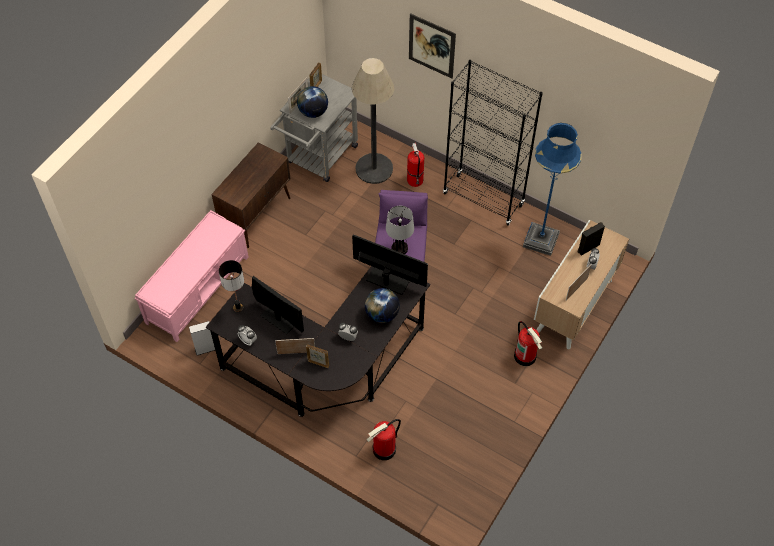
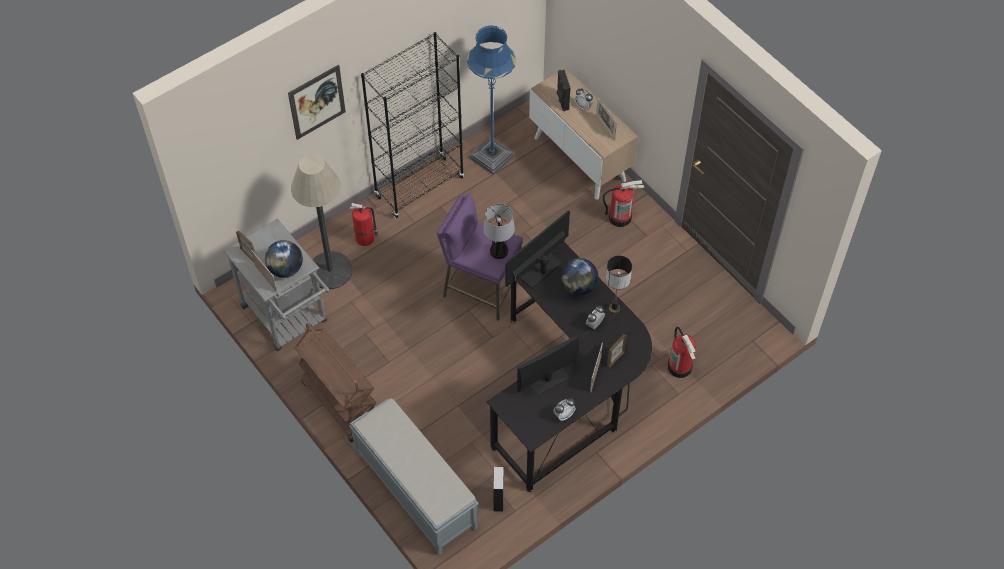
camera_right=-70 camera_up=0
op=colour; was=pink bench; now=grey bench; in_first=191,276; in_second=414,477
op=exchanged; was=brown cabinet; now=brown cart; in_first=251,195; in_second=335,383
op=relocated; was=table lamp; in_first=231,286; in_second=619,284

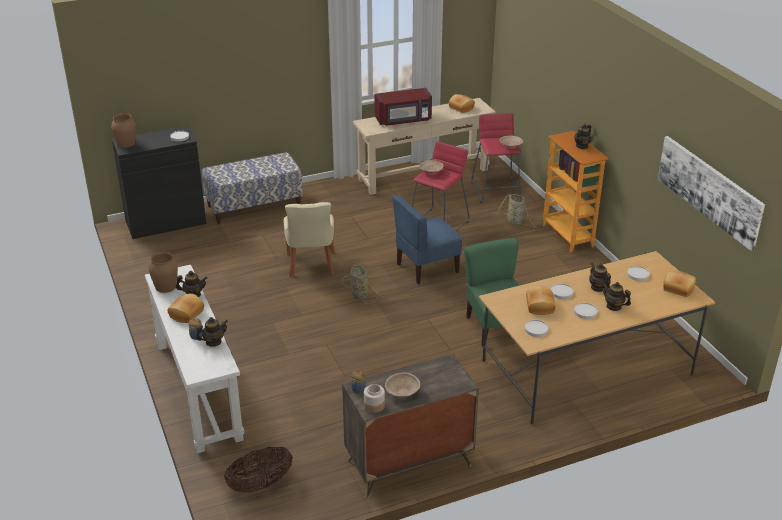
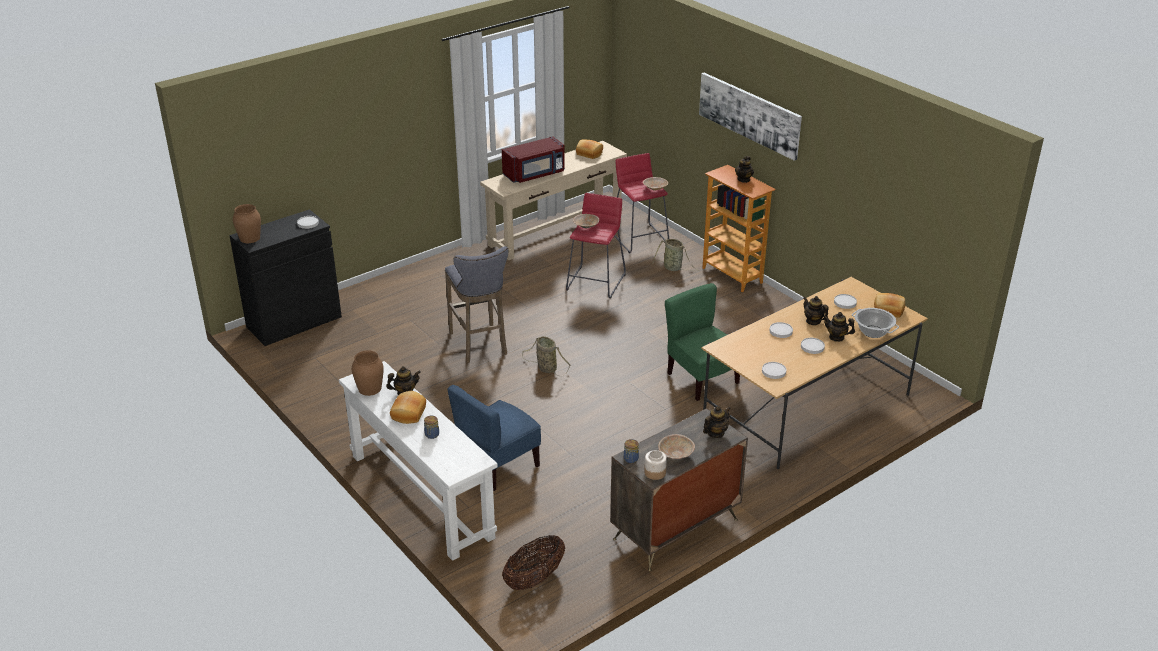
camera_right=-15 camera_up=0
op=relocated; was=teapot; in_first=212,332; in_second=716,422
op=missing; was=bench; in_first=252,188
op=exchanged; was=beige chair; now=grey stool; in_first=309,239; in_second=476,304
op=relocated; was=blue chair; in_first=427,239; in_second=494,438
op=missing; was=bread; in_first=541,300
op=relocated; was=picture; in_first=711,193; in_second=750,117
op=appeared; now=cooking pot; in_second=875,323

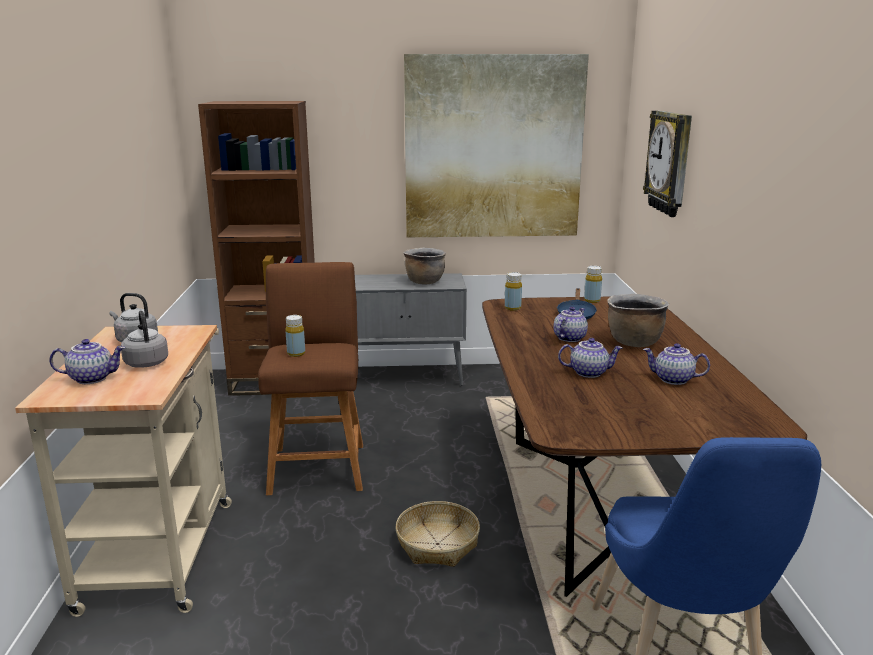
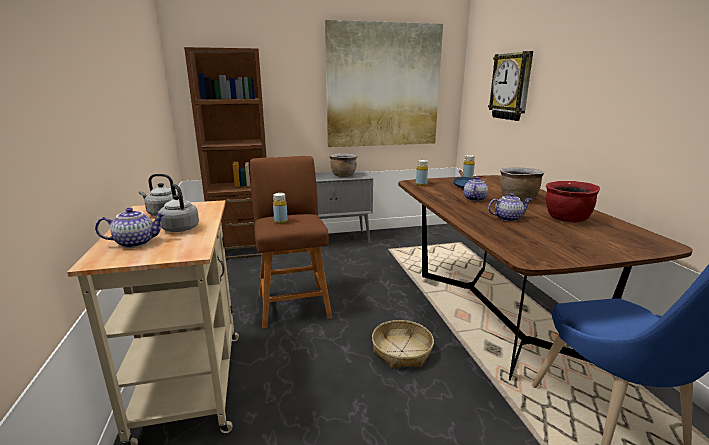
camera_right=-10 camera_up=0
op=exchanged; was=teapot; now=red cooking pot; in_first=676,364; in_second=573,201

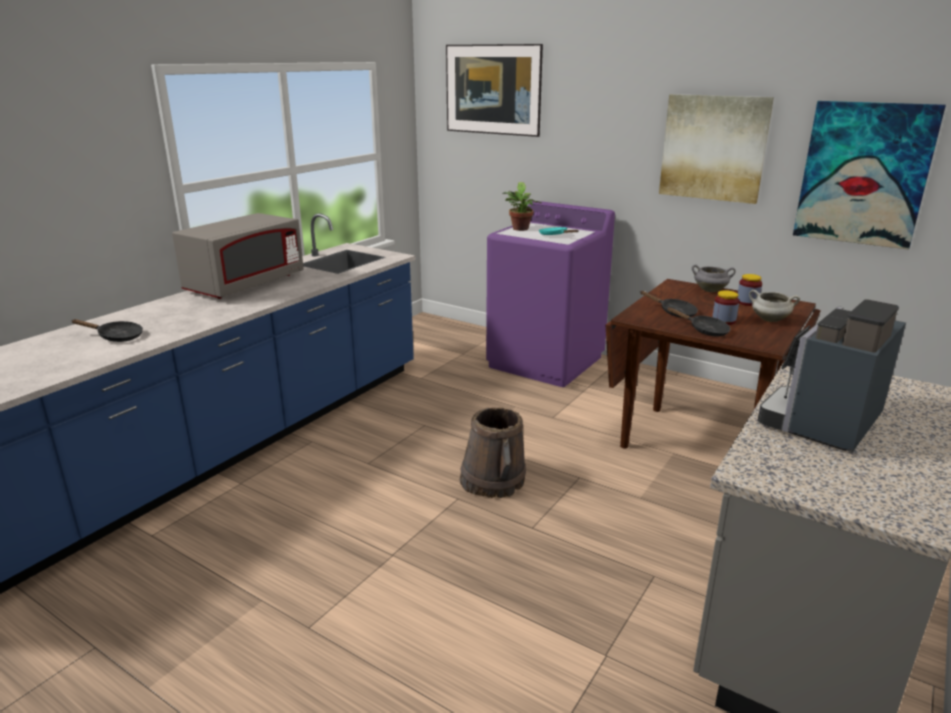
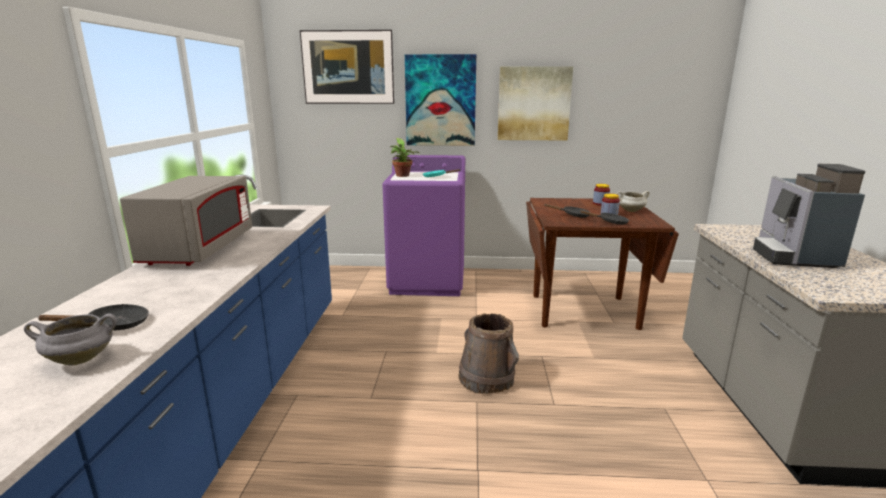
camera_right=-30 camera_up=-5
op=relocated; was=grey cooking pot; in_first=714,278; in_second=70,340
op=relocated; was=picture; in_first=869,175; in_second=440,100

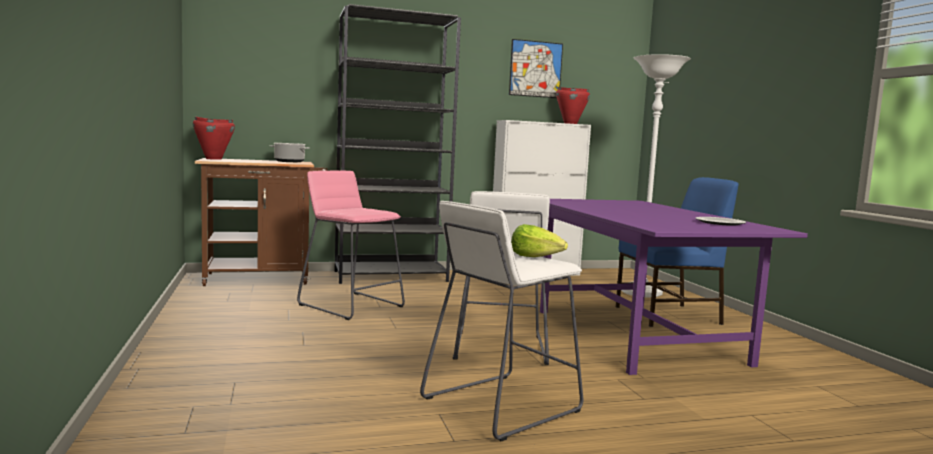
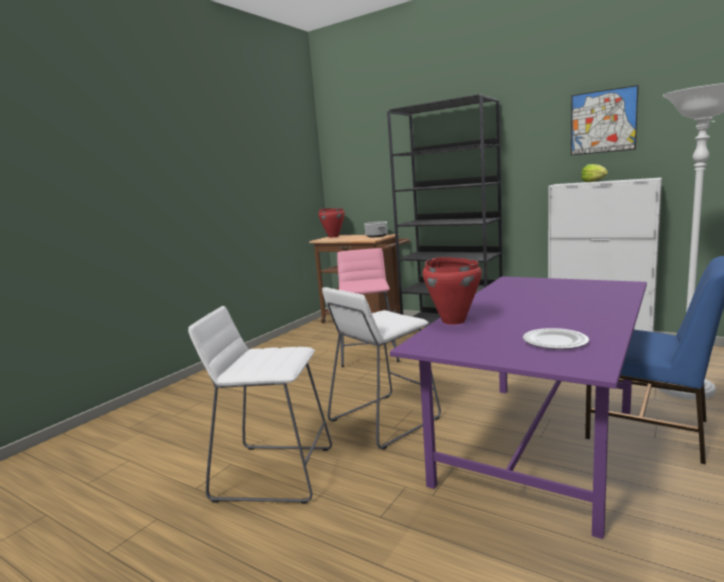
camera_right=50 camera_up=5
op=relocated; was=lettuce; in_first=539,240; in_second=594,173
op=relocated; was=red cooking pot; in_first=573,105; in_second=452,291

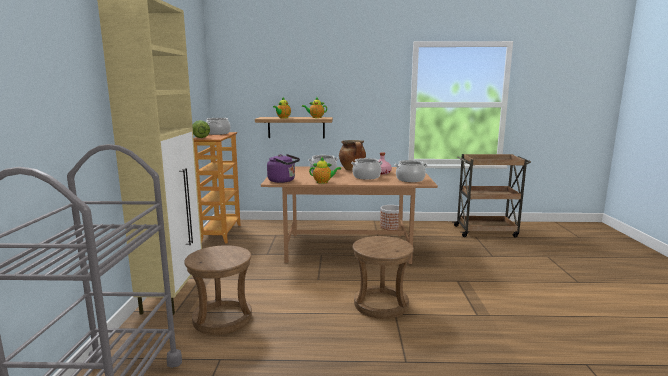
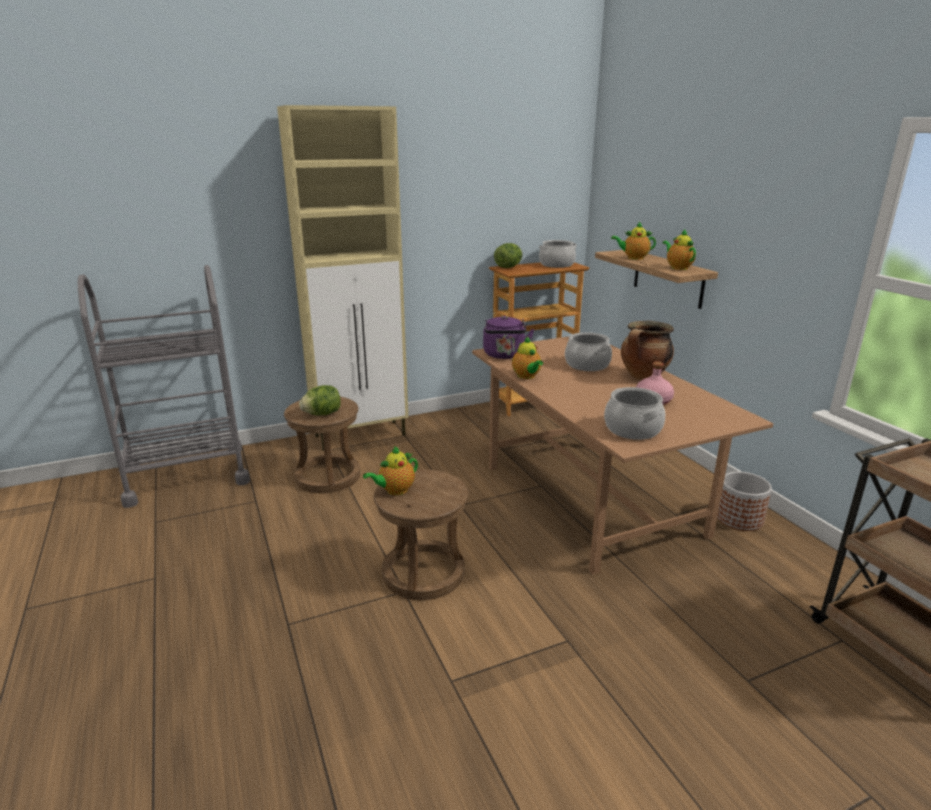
camera_right=65 camera_up=10
op=missing; was=cooking pot; in_first=367,169
op=appeared; now=lettuce; in_second=320,400
op=appeared; now=teapot; in_second=390,470

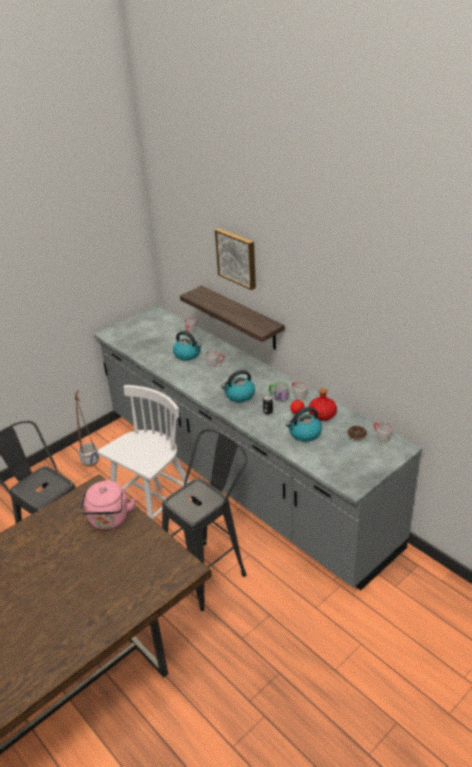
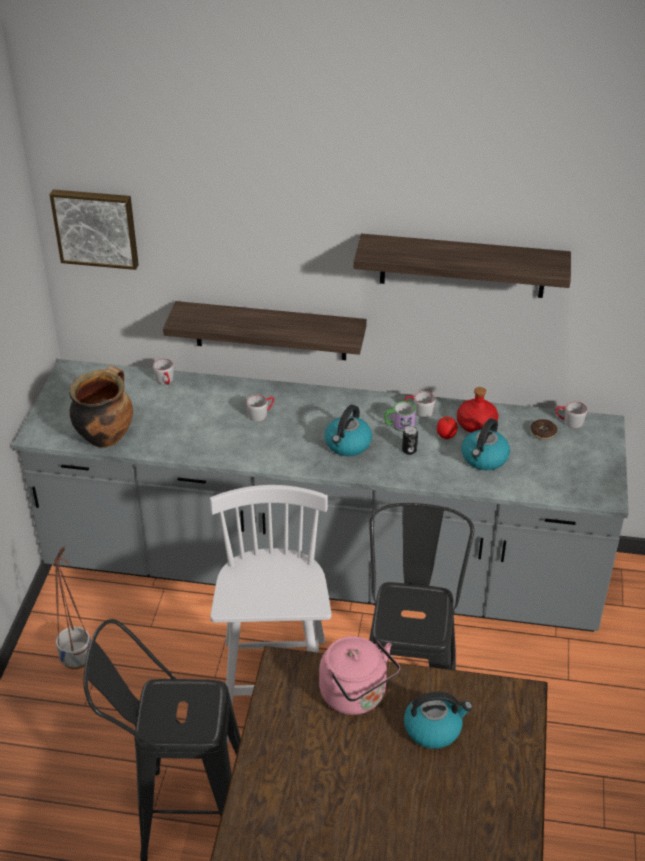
camera_right=-40 camera_up=5
op=relocated; was=kettle; in_first=187,346; in_second=438,720
op=relocated; was=picture; in_first=235,259; in_second=94,230
op=appeared; now=cooking pot; in_second=101,407
op=appeared; now=shelf; in_second=462,266

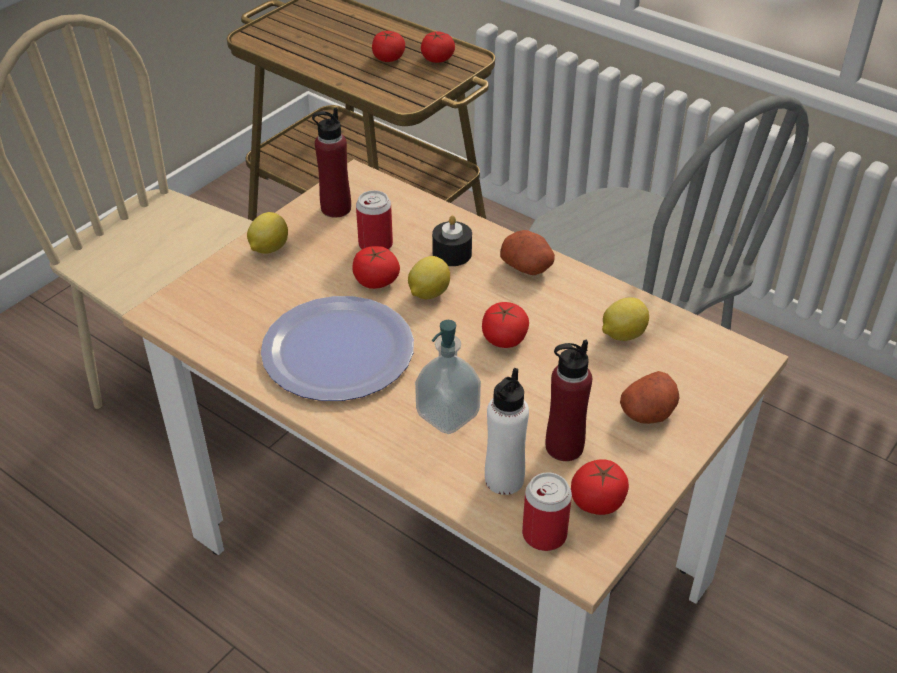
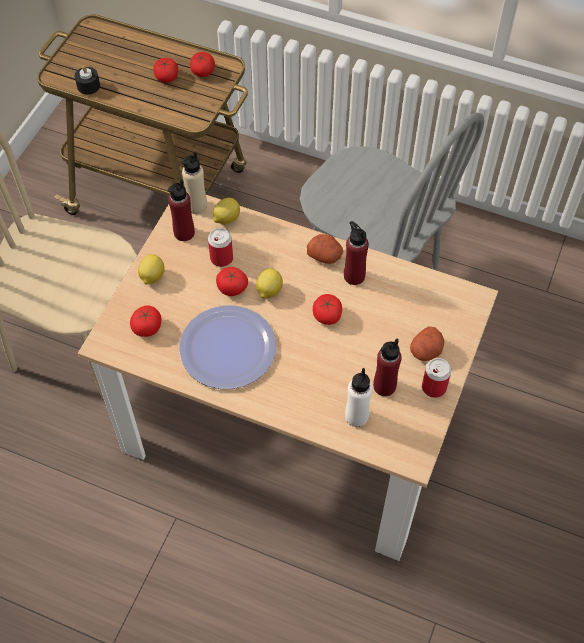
camera_right=-15 camera_up=15
op=missing; was=soap dispenser; in_first=448,377
op=relocated; was=black candle; in_first=452,240; in_second=87,80
op=relocated; was=can; in_first=547,511; in_second=436,378
op=relocated; was=tomato; in_first=600,487; in_second=145,321
op=relocated; was=lemon; in_first=625,319; in_second=226,211
op=appeared; now=beige bottle; in_second=194,183
op=appeared; now=red bottle; in_second=356,253

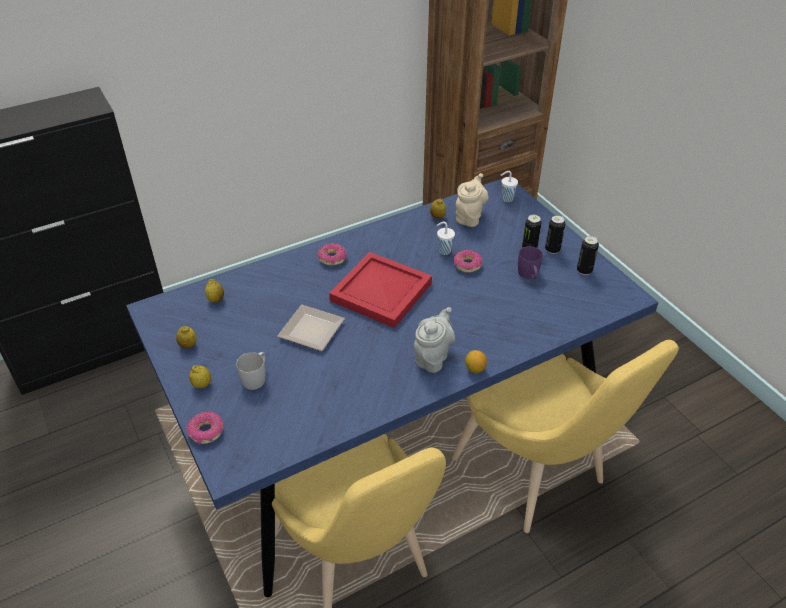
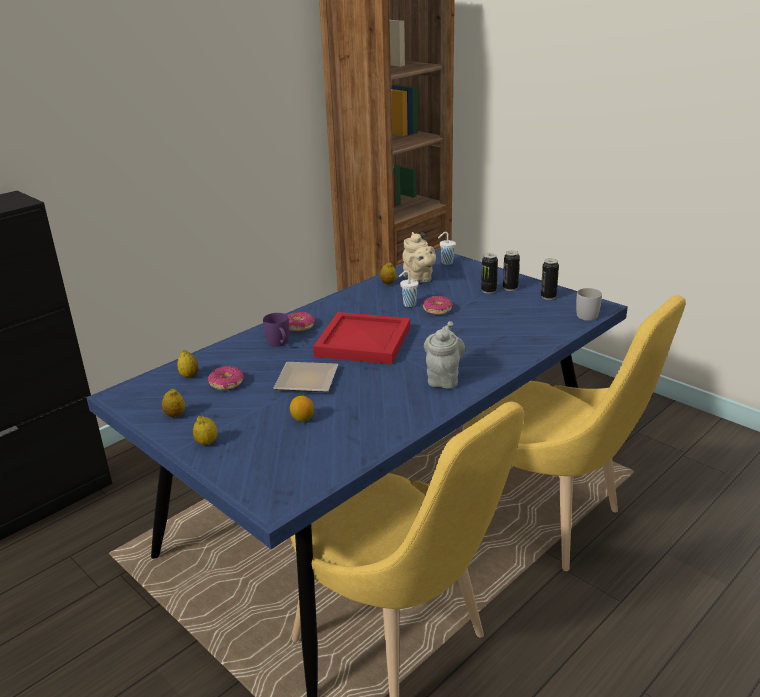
camera_right=-15 camera_up=-15
op=relocated; was=donut; in_first=204,428; in_second=226,378
op=relocated; was=white mug; in_first=250,371; in_second=589,304
op=spun; was=beige teapot; in_first=472,200; in_second=419,257; clockwise=150
op=relocated; was=lemon; in_first=476,361; in_second=302,409
op=relocated; was=purple mug; in_first=530,262; in_second=276,330

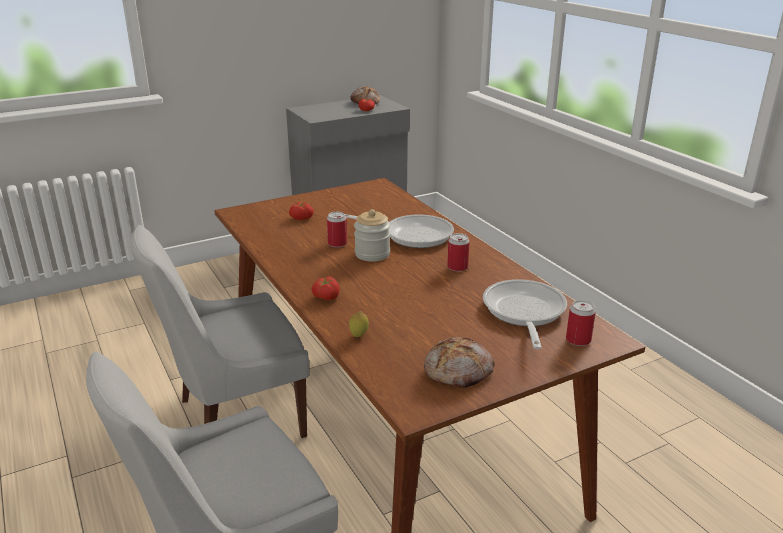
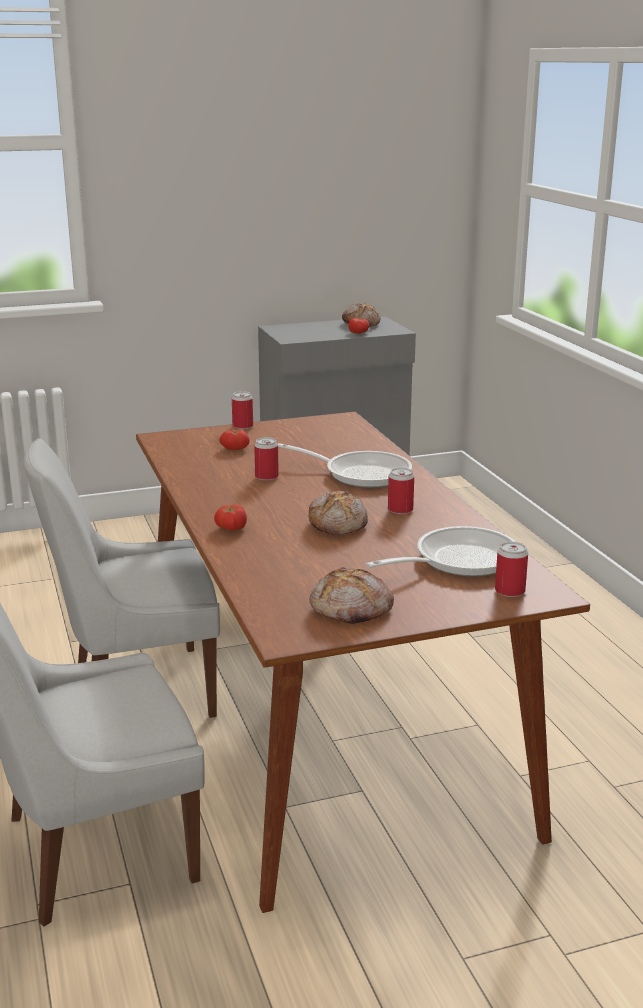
camera_right=10 camera_up=-5
op=missing; was=lemon; in_first=359,324
op=missing; was=jar; in_first=372,235
op=spun; was=frying pan; in_first=525,314; in_second=440,551; clockwise=45
op=appeared; now=can; in_second=242,410
op=appeared; now=bread; in_second=338,512

